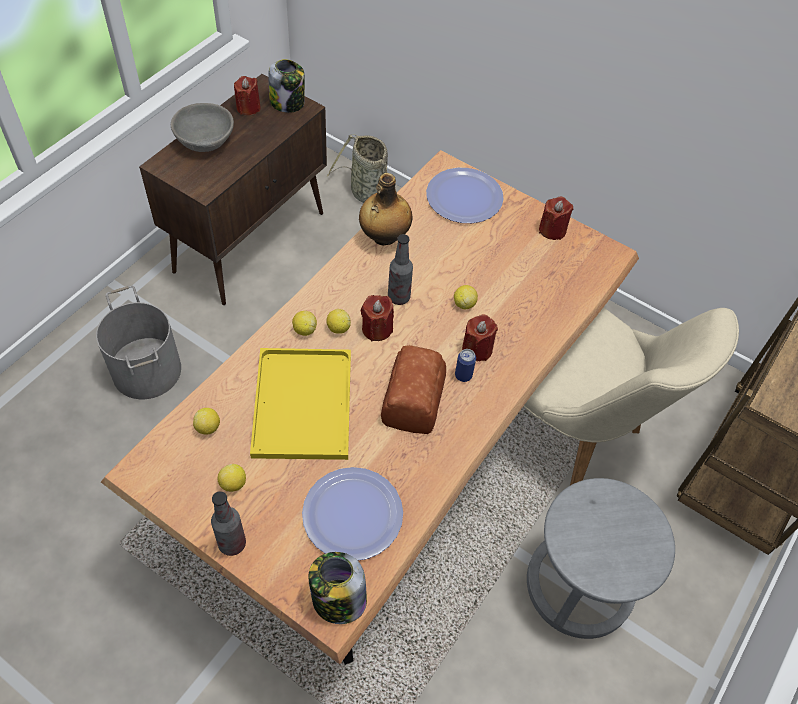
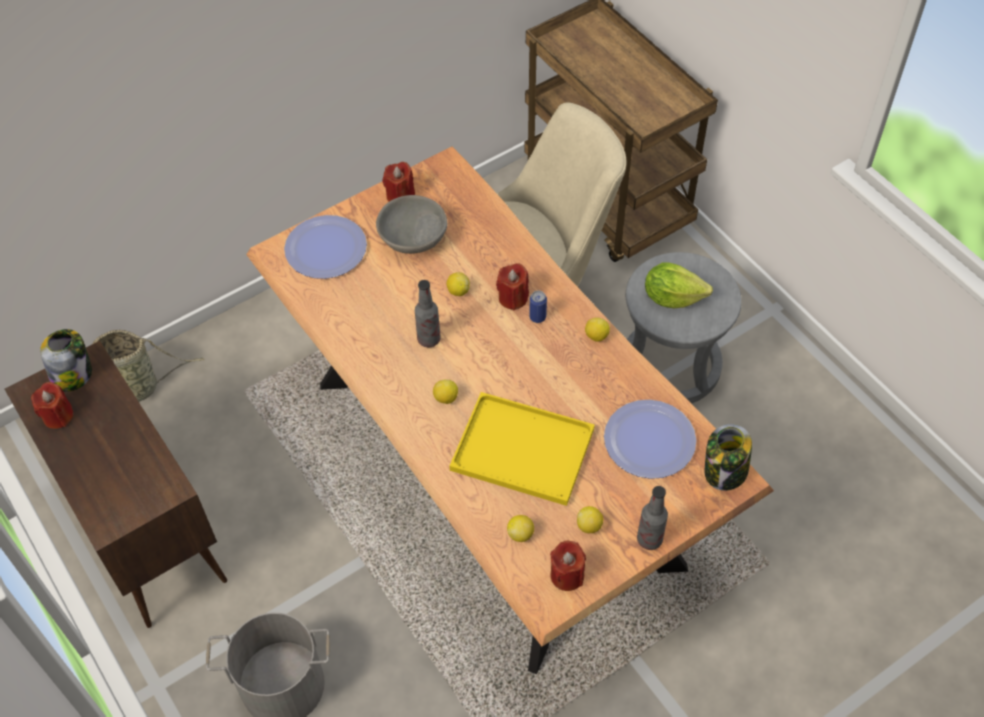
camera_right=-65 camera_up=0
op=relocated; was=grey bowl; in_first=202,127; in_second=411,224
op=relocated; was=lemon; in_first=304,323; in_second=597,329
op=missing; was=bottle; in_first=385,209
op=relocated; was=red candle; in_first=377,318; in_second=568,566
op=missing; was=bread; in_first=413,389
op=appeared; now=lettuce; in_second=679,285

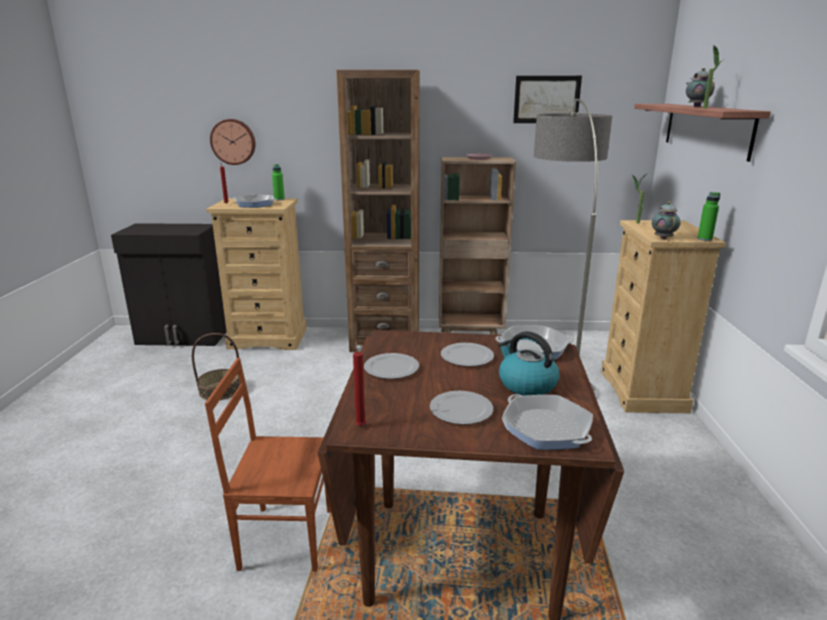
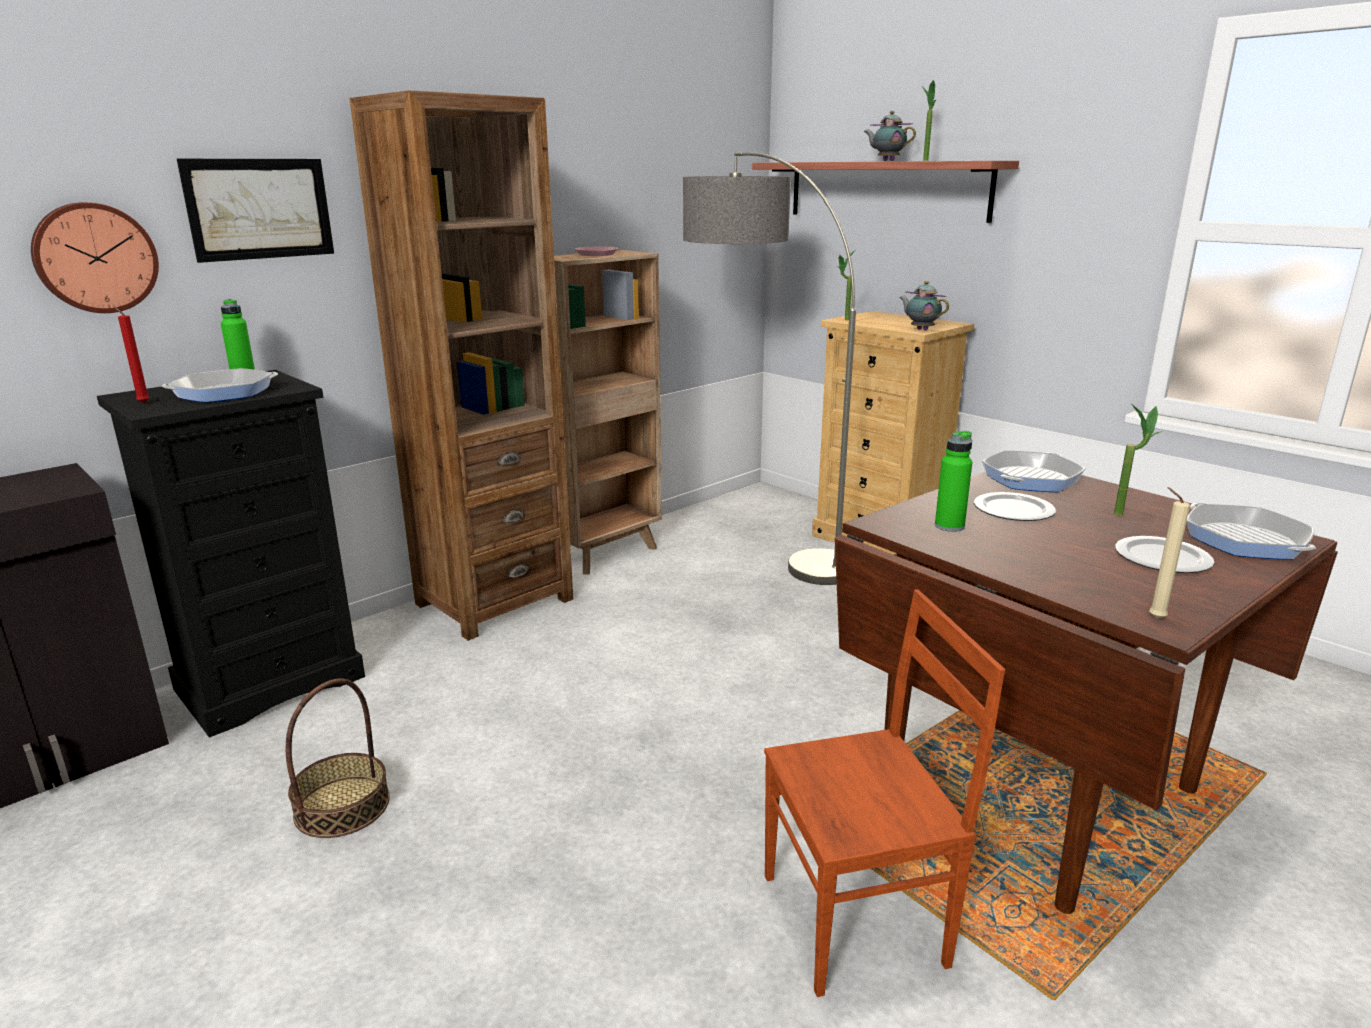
camera_right=-45 camera_up=0
op=spun; was=brown chair; in_first=268,465; in_second=884,793; clockwise=-150
op=colour; was=beige dresser; now=black dresser; in_first=256,274; in_second=231,554
op=colour; was=red candle; now=beige candle; in_first=359,384; in_second=1169,553
op=missing; was=plate; in_first=391,366
op=exchanged; was=kettle; now=potted plant; in_first=529,363; in_second=1138,459
op=spun; was=frying pan; in_first=547,422; in_second=1251,531; clockwise=-120
op=relocated; was=picture; in_first=547,99; in_second=255,211
op=relocated; was=green bottle; in_first=708,216; in_second=953,481

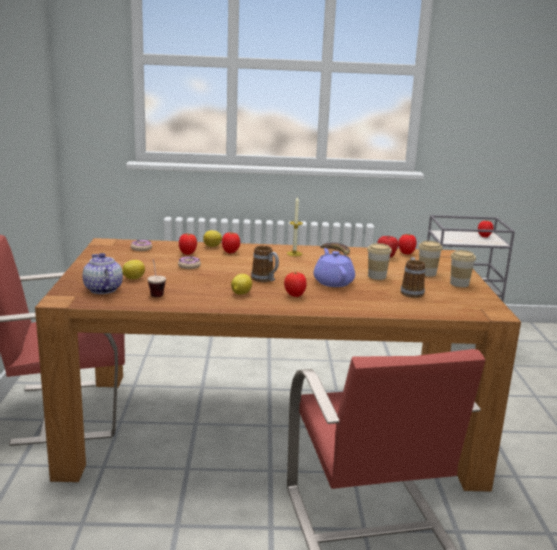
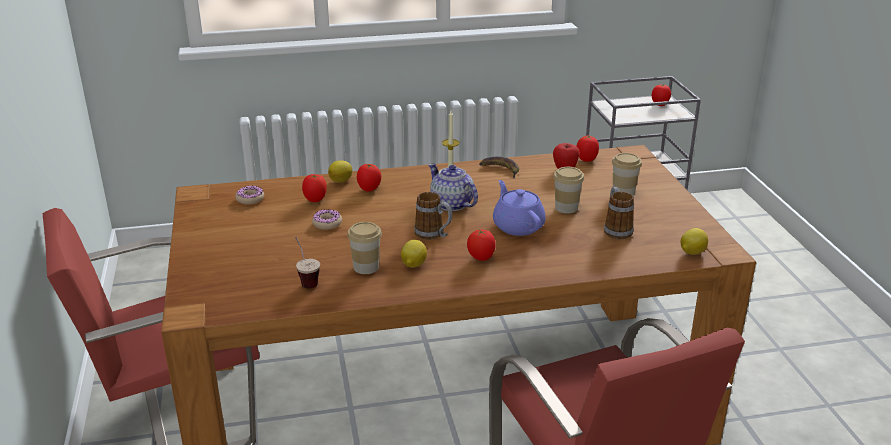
camera_right=-10 camera_up=10
op=relocated; was=teapot; in_first=102,273; in_second=453,187
op=relocated; was=lemon; in_first=133,269; in_second=694,241
op=relocated; was=cup; in_first=463,268; in_second=364,248

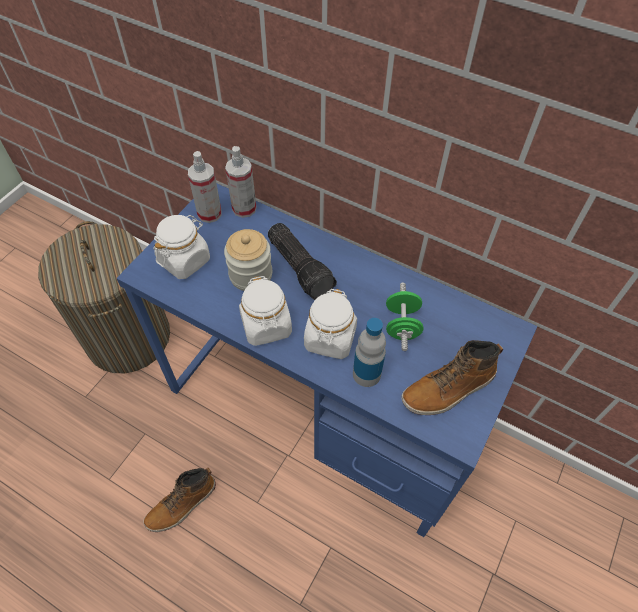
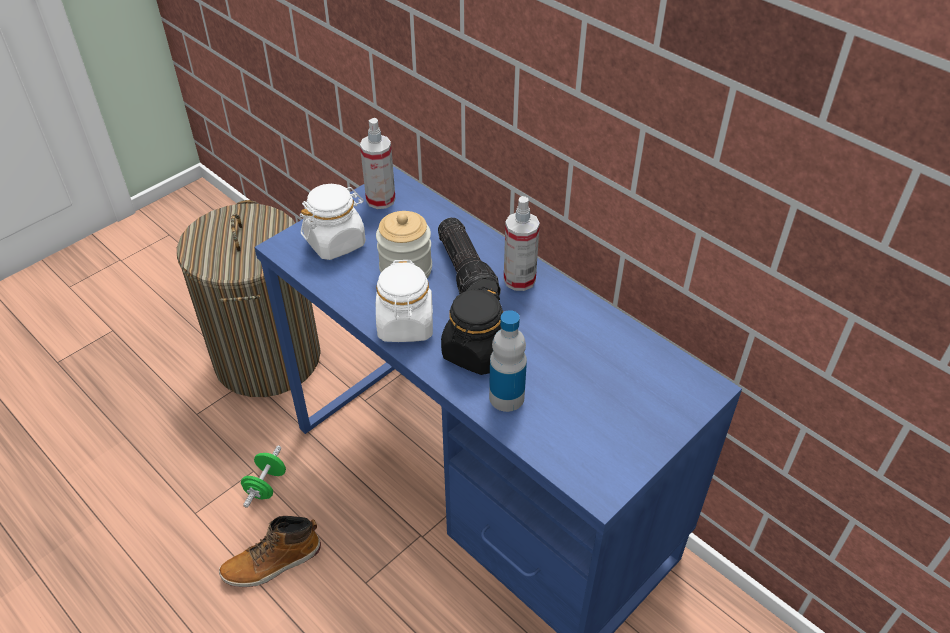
camera_right=15 camera_up=-10
op=relocated; was=spray bottle; in_first=240,182; in_second=522,243
op=colour; was=white jar; now=black jar; in_first=330,324; in_second=472,330
op=relocated; was=green dumbbell; in_first=405,317; in_second=263,476
op=missing; was=boot; in_first=452,377

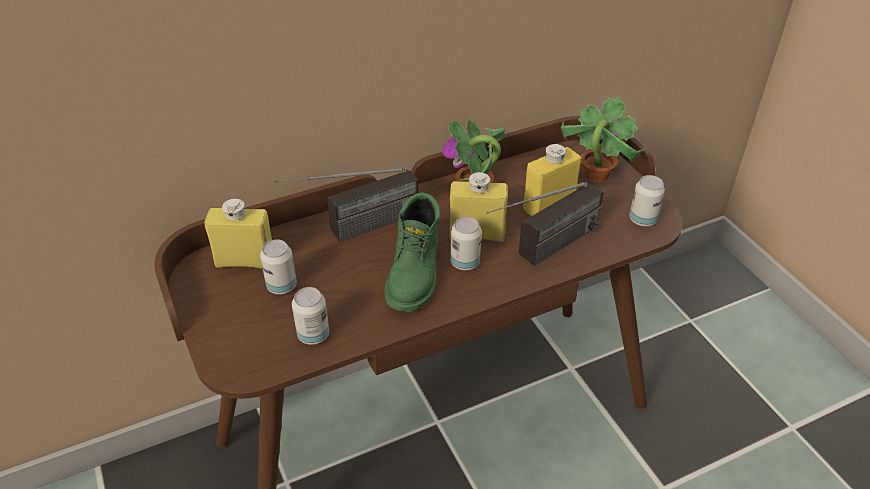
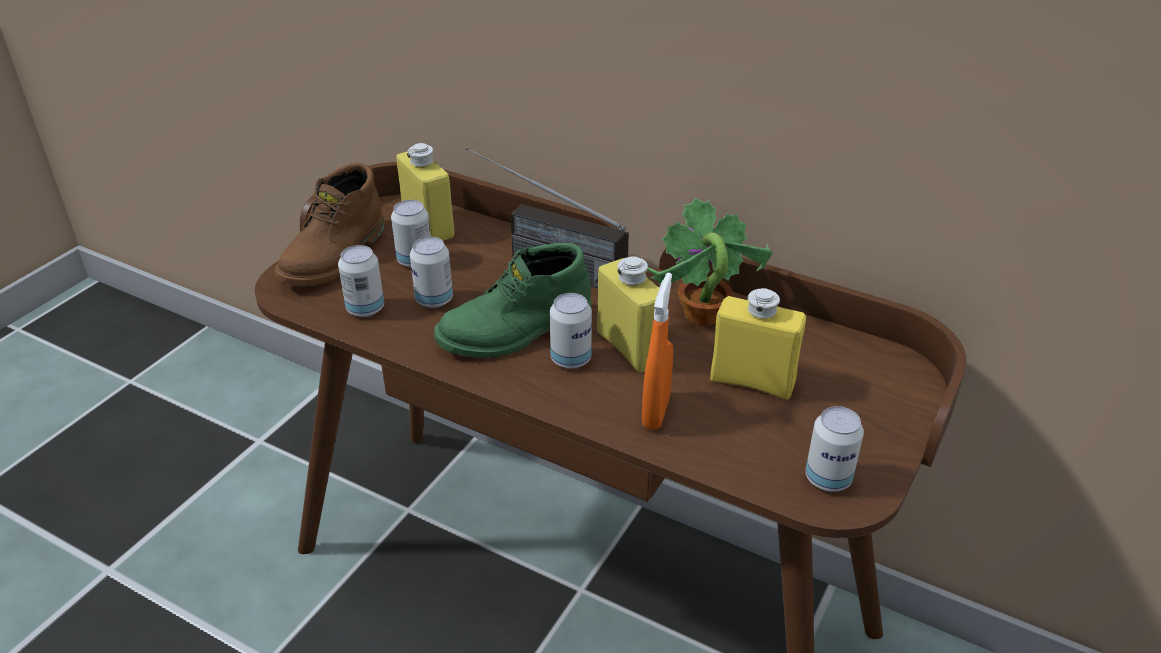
camera_right=55 camera_up=-5
op=exchanged; was=radio; now=orange spray bottle; in_first=544,224; in_second=657,351
op=missing; was=potted plant; in_first=604,139
op=appeared; now=brown boot; in_second=329,225
op=appeared; now=can; in_second=431,272

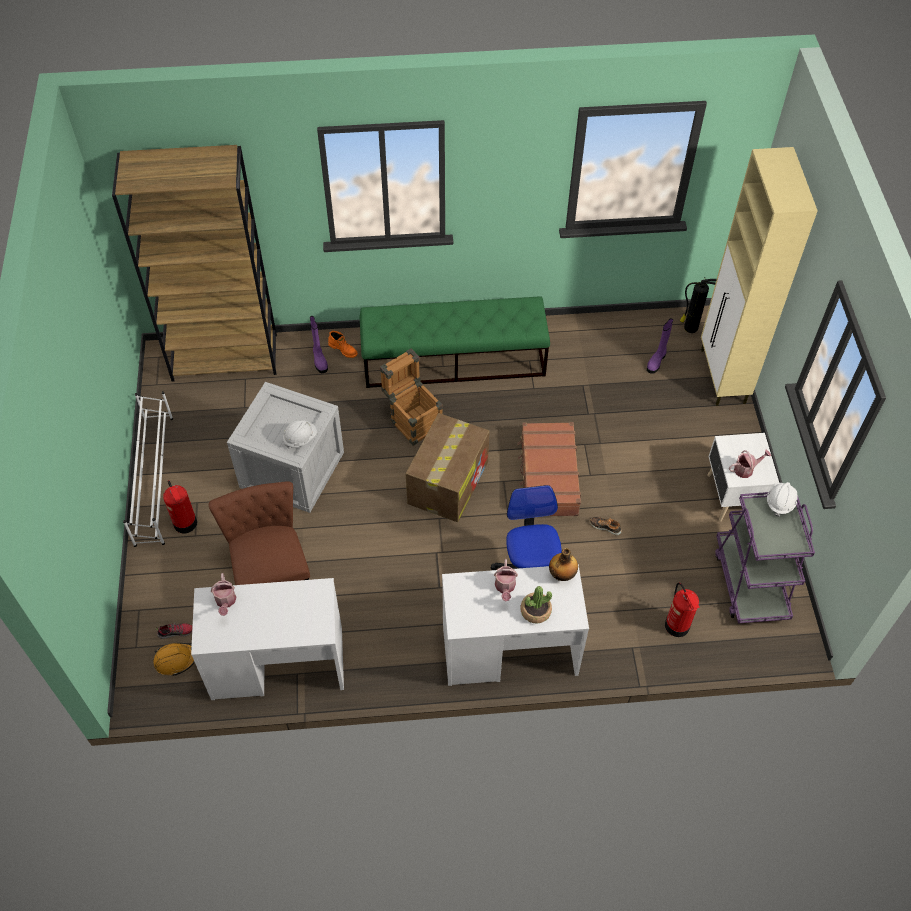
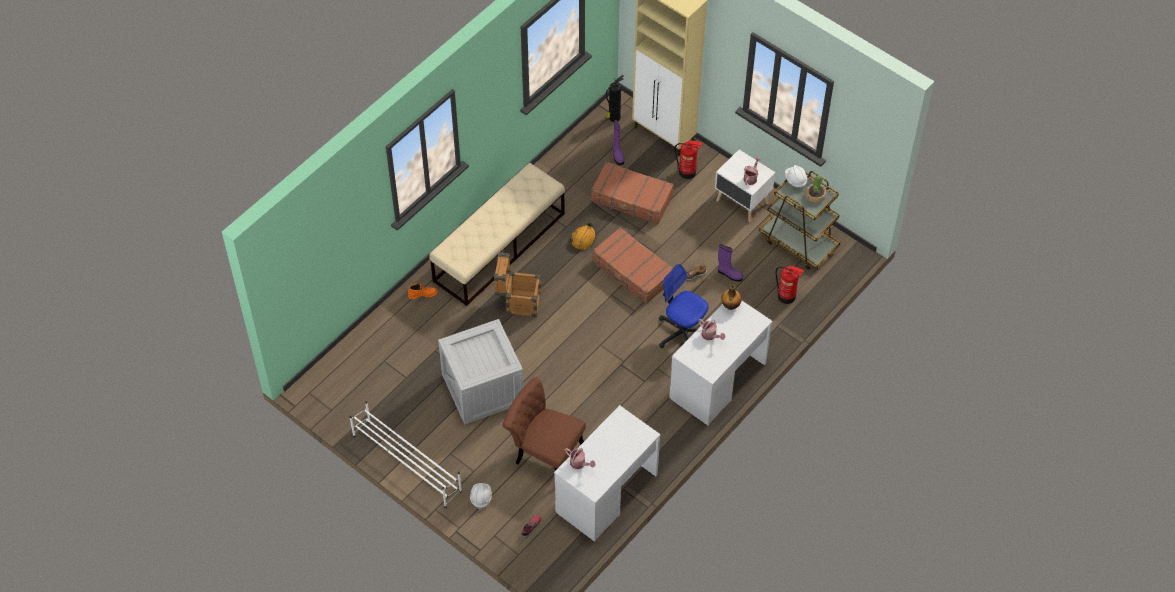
camera_right=-45 camera_up=0
op=missing; was=brown bookcase; in_first=194,263
op=relocated; was=orange hard hat; in_first=174,659; in_second=583,236
op=relocated; was=fire extinguisher; in_first=180,506; in_second=688,159
op=relocated; was=white hard hat; in_first=300,434; in_second=481,496
op=relocated; was=purple boot; in_first=319,344; in_second=730,263
op=colour; was=green bench; now=beige bench; in_first=455,342; in_second=497,234
op=missing; was=cardboard box; in_first=448,467
op=relocated; was=potted plant; in_first=536,604; in_second=815,189
op=colour; was=purple cart; now=brown cart; in_first=765,557; in_second=799,220
op=appeared; now=brown suitcase; in_second=632,192

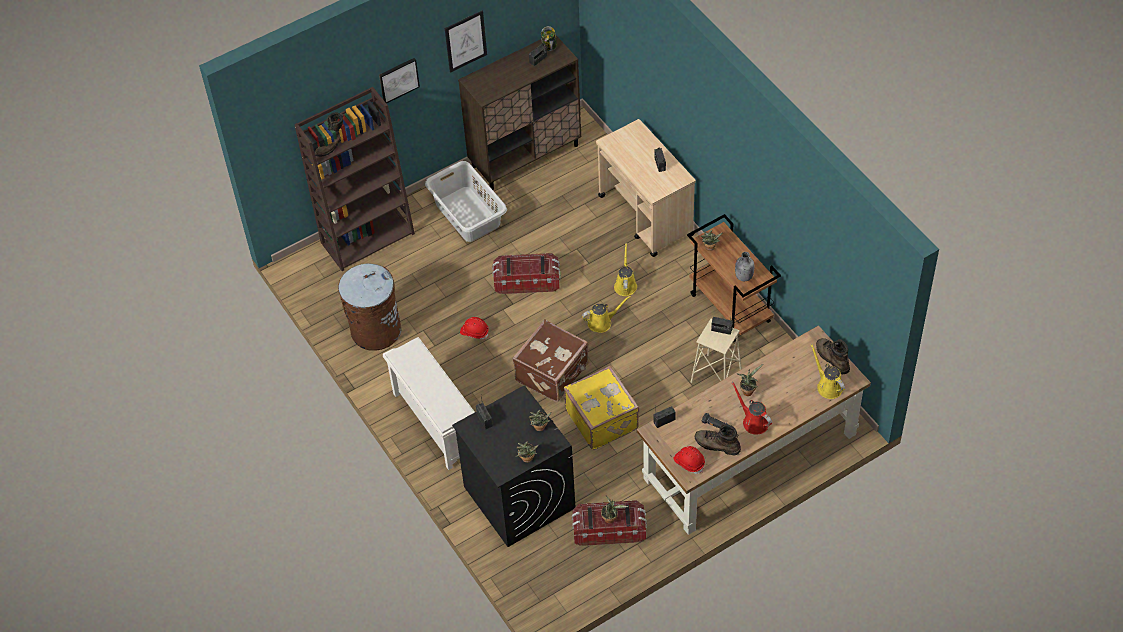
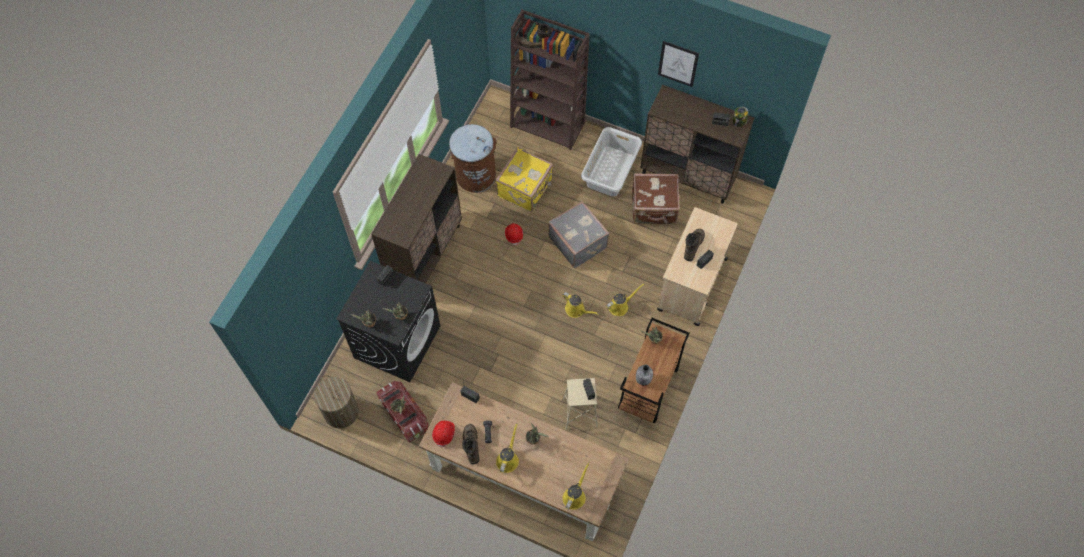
camera_right=55 camera_up=10
op=missing; was=picture; in_first=399,80
op=exchanged; was=white shoe rack; now=brown cabinet; in_first=429,403; in_second=416,218
op=exchanged; was=storage box; now=grey suitcase; in_first=526,273; in_second=579,234
op=relocated; was=brown suitcase; in_first=550,360; in_second=656,199
op=relocated; was=yellow suitcase; in_first=601,408; in_second=524,179
op=colour; was=red watering can; now=yellow watering can; in_first=751,408; in_second=507,448
op=relocated; was=brown boot; in_first=833,356; in_second=694,245
op=appeared; now=laundry basket; in_second=336,401

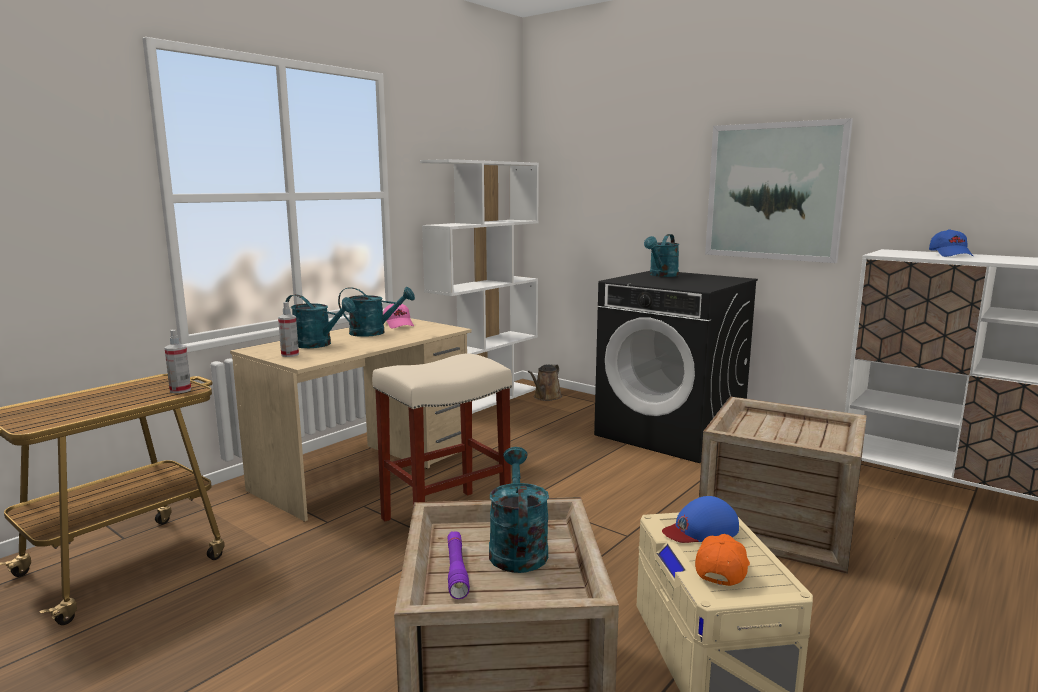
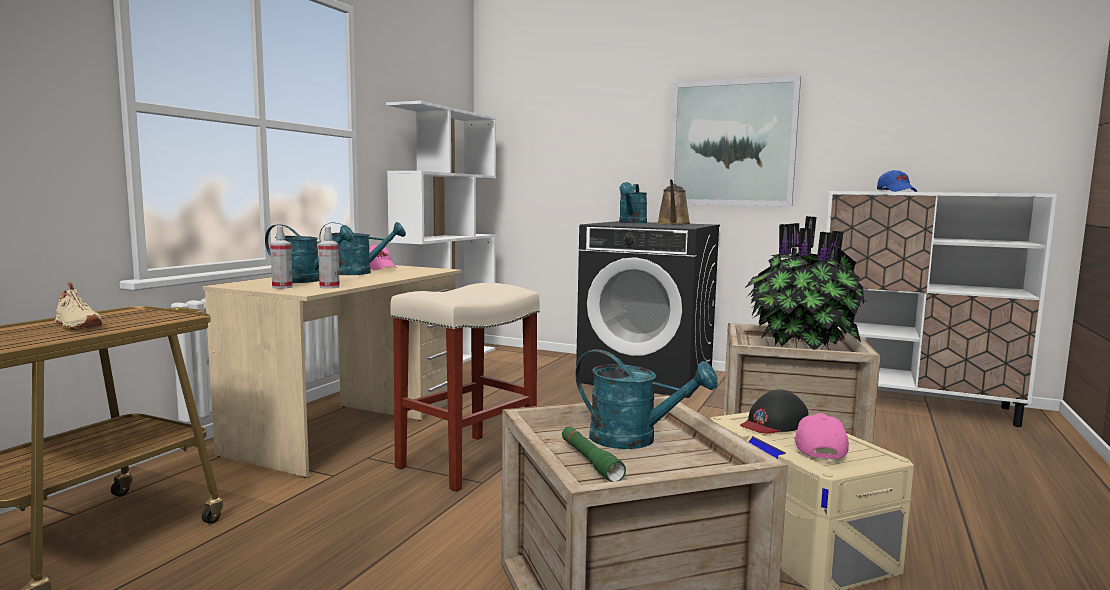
camera_right=-15 camera_up=-5
op=relocated; was=spray bottle; in_first=178,361; in_second=329,257
op=colour; was=purple flashlight; now=green flashlight; in_first=458,565; in_second=594,454
op=spun; was=turquoise watering can; in_first=519,510; in_second=646,399; clockwise=135
op=relocated; was=brown watering can; in_first=545,382; in_second=674,202
op=colour; was=blue cap; now=black cap; in_first=700,519; in_second=774,411
op=colour; was=orange cap; now=pink cap; in_first=722,560; in_second=821,436
op=appeared; now=beige shoe; in_second=78,305
op=appeared; now=potted plant; in_second=805,283

